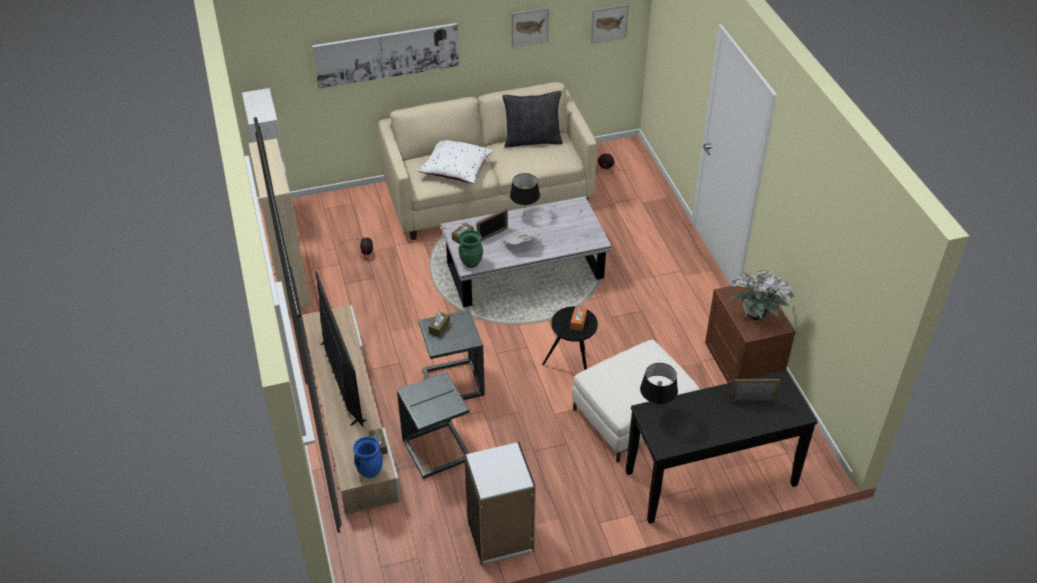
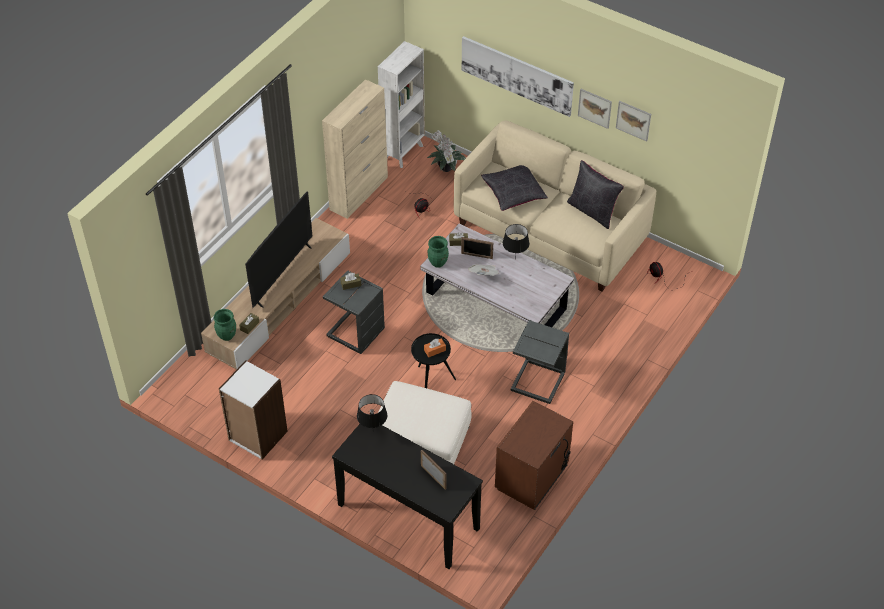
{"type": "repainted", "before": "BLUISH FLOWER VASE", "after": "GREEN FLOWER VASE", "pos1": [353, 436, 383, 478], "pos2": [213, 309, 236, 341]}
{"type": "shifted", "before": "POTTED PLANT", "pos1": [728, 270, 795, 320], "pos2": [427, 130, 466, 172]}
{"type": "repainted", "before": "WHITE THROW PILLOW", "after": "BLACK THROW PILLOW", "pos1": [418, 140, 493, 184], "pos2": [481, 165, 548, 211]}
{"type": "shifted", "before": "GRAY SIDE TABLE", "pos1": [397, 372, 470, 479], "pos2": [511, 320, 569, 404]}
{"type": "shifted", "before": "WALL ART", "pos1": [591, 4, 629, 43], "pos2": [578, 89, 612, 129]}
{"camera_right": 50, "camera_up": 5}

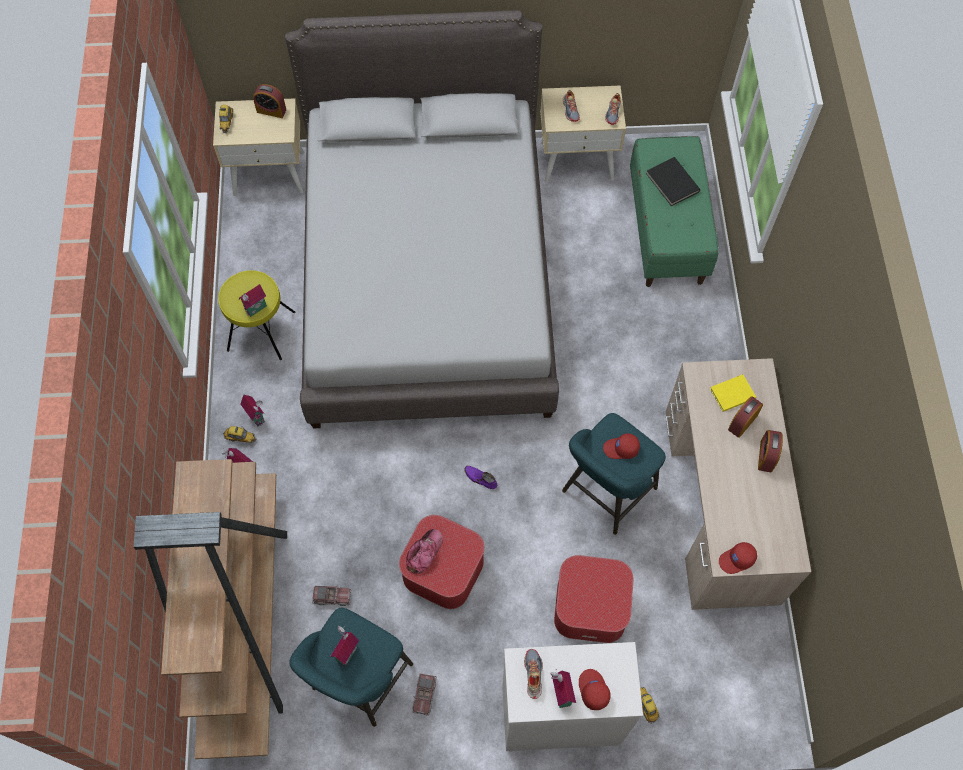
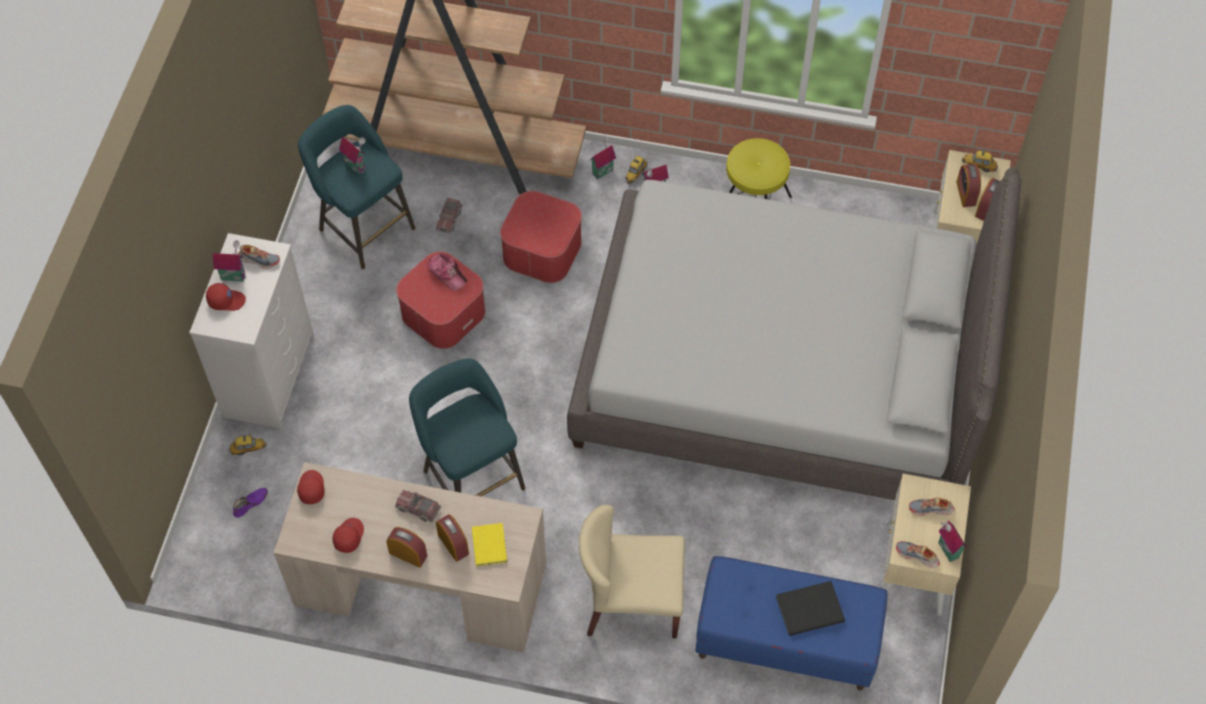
{"type": "shifted", "before": "PURPLISH SHOE", "pos1": [464, 466, 497, 489], "pos2": [233, 488, 268, 518]}
{"type": "shifted", "before": "REDDISH BASEBALL CAP", "pos1": [603, 433, 640, 459], "pos2": [333, 518, 364, 553]}
{"type": "shifted", "before": "TOY TRUCK", "pos1": [412, 673, 437, 716], "pos2": [395, 490, 441, 522]}
{"type": "shifted", "before": "OTTOMAN", "pos1": [554, 555, 634, 643], "pos2": [500, 191, 582, 283]}
{"type": "new", "after": "SAND-COLOURED PLAIN CHAIR", "pos2": [579, 505, 685, 638]}
{"type": "repainted", "before": "GREEN BENCH", "after": "BLUISH BENCH", "pos1": [630, 136, 719, 287], "pos2": [696, 556, 887, 691]}
{"type": "shifted", "before": "MINIATURE HOUSE", "pos1": [239, 284, 267, 317], "pos2": [938, 518, 967, 562]}
{"type": "new", "after": "TABLE CLOCK", "pos2": [956, 164, 981, 207]}
{"camera_right": 105, "camera_up": -5}

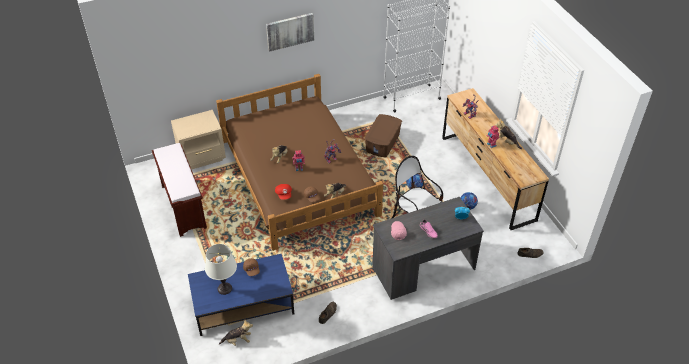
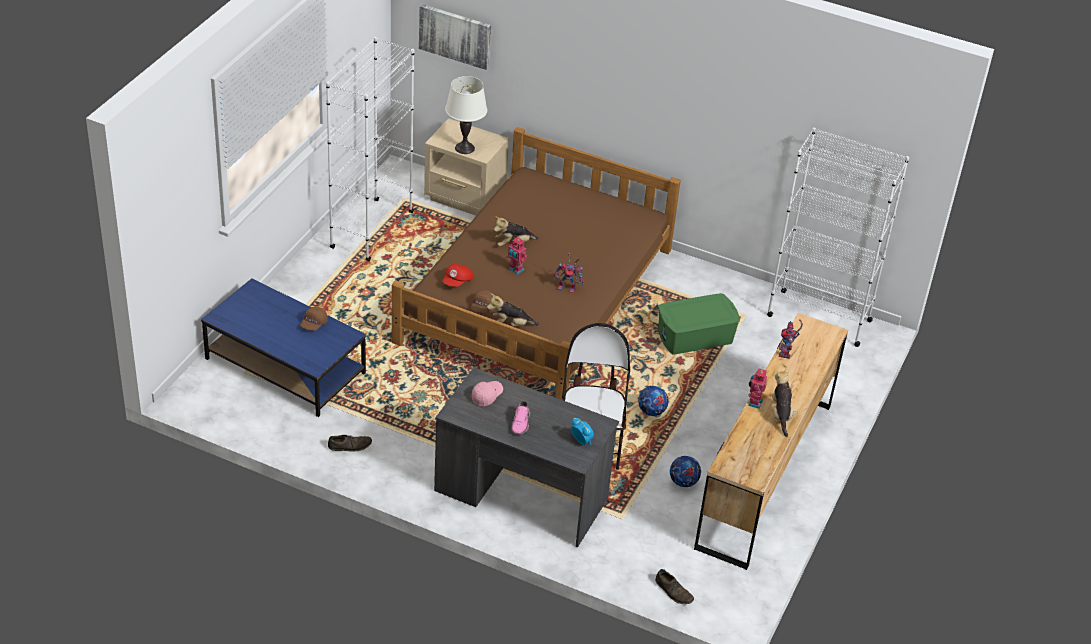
{"type": "swapped", "before": "BROWN-COLOURED BENCH", "after": "WHITE BOOKCASE", "pos1": [152, 143, 207, 237], "pos2": [326, 37, 414, 261]}
{"type": "shifted", "before": "WALL ART", "pos1": [266, 13, 314, 52], "pos2": [419, 4, 491, 70]}
{"type": "shifted", "before": "WHITE TABLE LAMP", "pos1": [205, 244, 237, 295], "pos2": [445, 76, 487, 154]}
{"type": "repainted", "before": "BROWN-COLOURED STORAGE CONTAINER", "after": "GREEN STORAGE CONTAINER", "pos1": [365, 114, 402, 157], "pos2": [659, 293, 740, 355]}
{"type": "gone", "before": "PLUSH TOY", "pos1": [219, 320, 253, 346]}
{"camera_right": 45, "camera_up": -5}

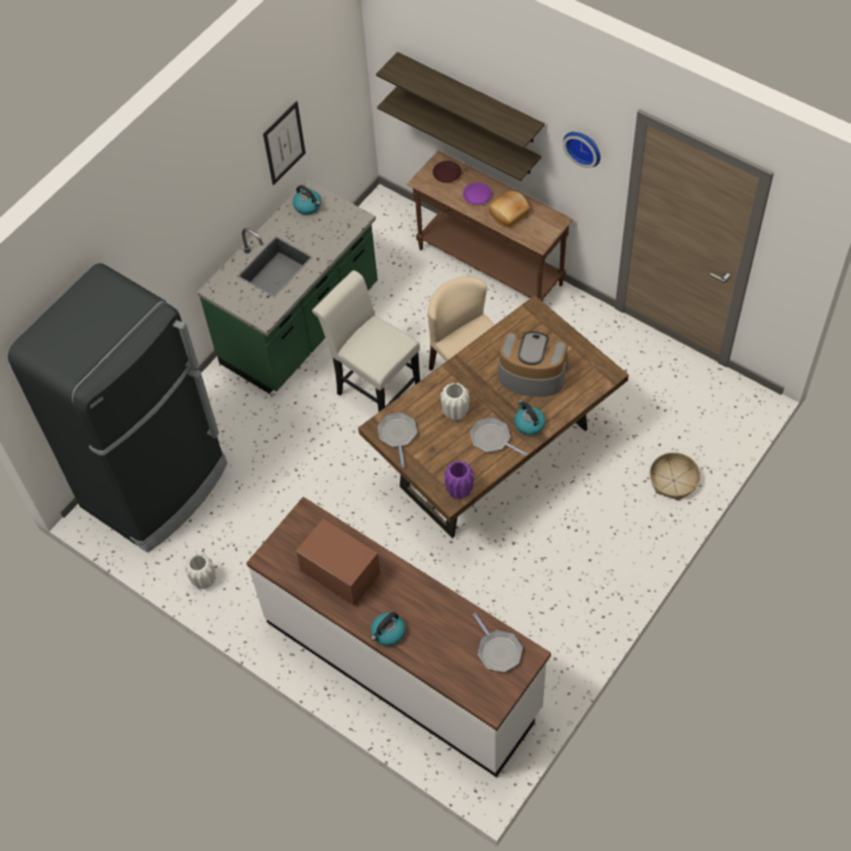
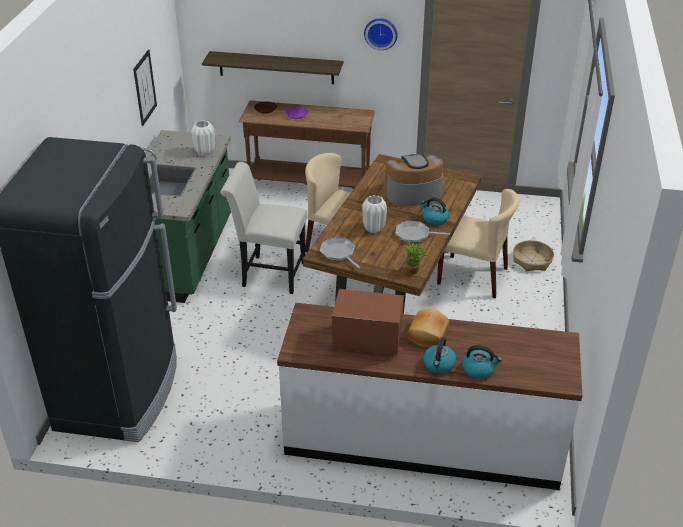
{"type": "shifted", "before": "WHITE FLOWER VASE", "pos1": [185, 554, 216, 589], "pos2": [191, 121, 215, 156]}
{"type": "swapped", "before": "PURPLISH FLOWER VASE", "after": "POTTED PLANT", "pos1": [444, 461, 474, 499], "pos2": [404, 239, 428, 275]}
{"type": "shifted", "before": "BAKERY BREAD", "pos1": [489, 191, 530, 228], "pos2": [408, 309, 449, 348]}
{"type": "new", "after": "SAND-COLOURED PLAIN CHAIR", "pos2": [437, 189, 520, 298]}
{"type": "shifted", "before": "KETTLE", "pos1": [293, 185, 321, 215], "pos2": [462, 345, 502, 379]}
{"type": "gone", "before": "BRACKET SHELF", "pos1": [376, 52, 545, 149]}
{"type": "gone", "before": "PAN", "pos1": [473, 613, 523, 672]}
{"camera_right": -30, "camera_up": -20}

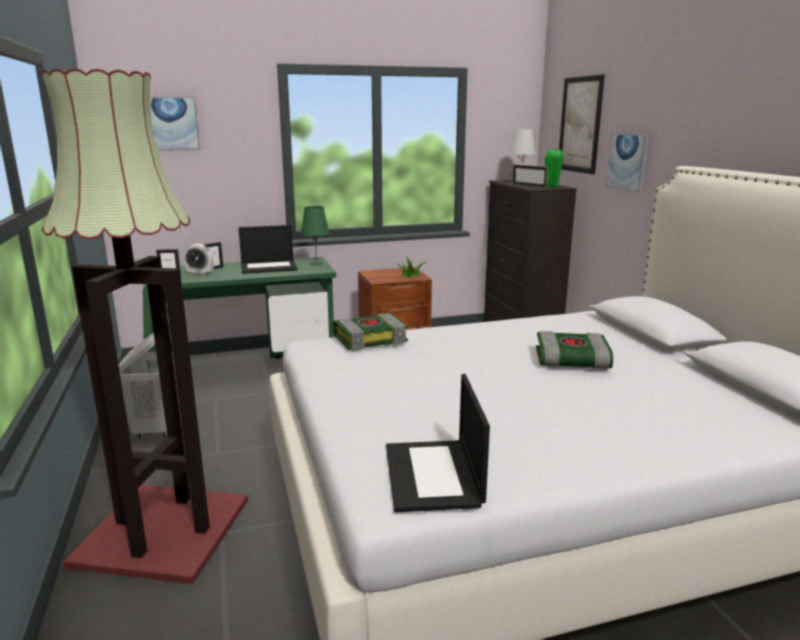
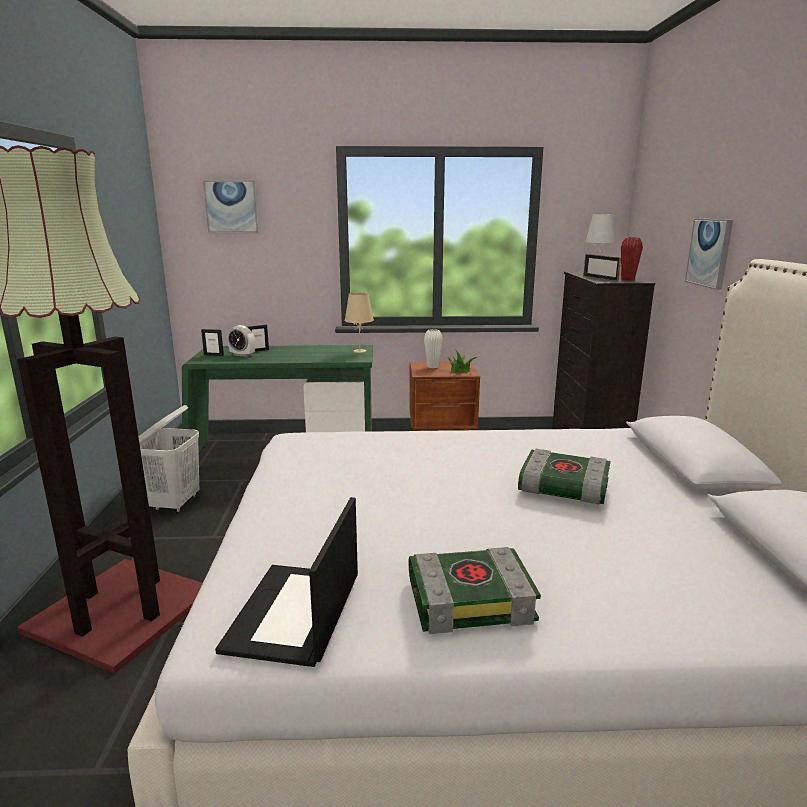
{"type": "repainted", "before": "GREEN TABLE LAMP", "after": "SAND-COLOURED TABLE LAMP", "pos1": [301, 206, 329, 265], "pos2": [344, 292, 374, 353]}
{"type": "shifted", "before": "BOOK", "pos1": [333, 313, 408, 351], "pos2": [409, 547, 541, 634]}
{"type": "new", "after": "WHITE FLOWER VASE", "pos2": [424, 329, 443, 368]}
{"type": "repainted", "before": "GREEN FLOWER VASE", "after": "REDDISH FLOWER VASE", "pos1": [545, 149, 563, 187], "pos2": [621, 237, 643, 280]}
{"type": "gone", "before": "PORTABLE COMPUTER", "pos1": [239, 225, 298, 274]}
{"type": "gone", "before": "WALL ART", "pos1": [559, 74, 605, 174]}
{"camera_right": 15, "camera_up": 0}

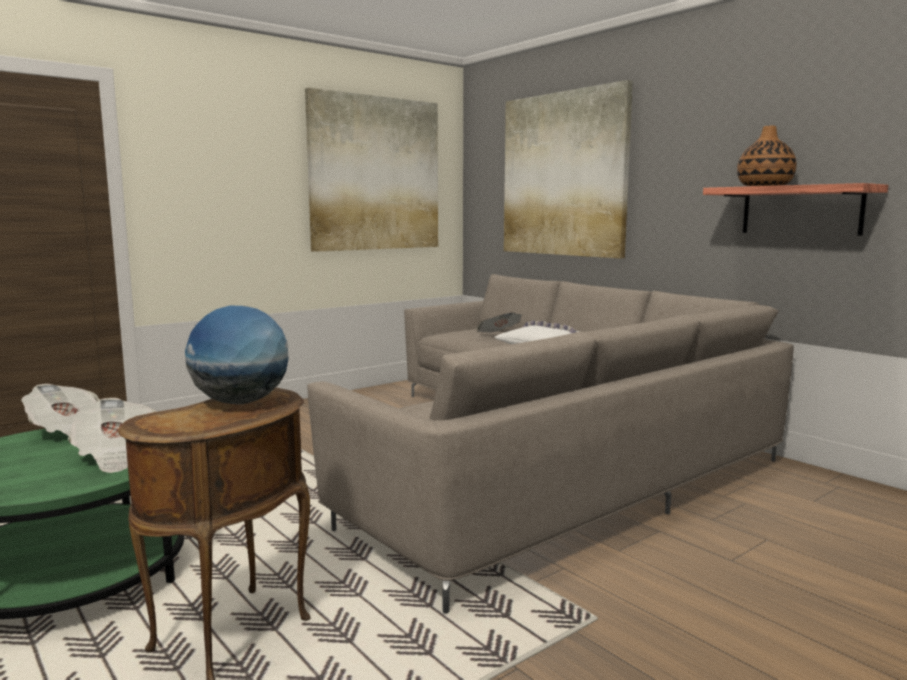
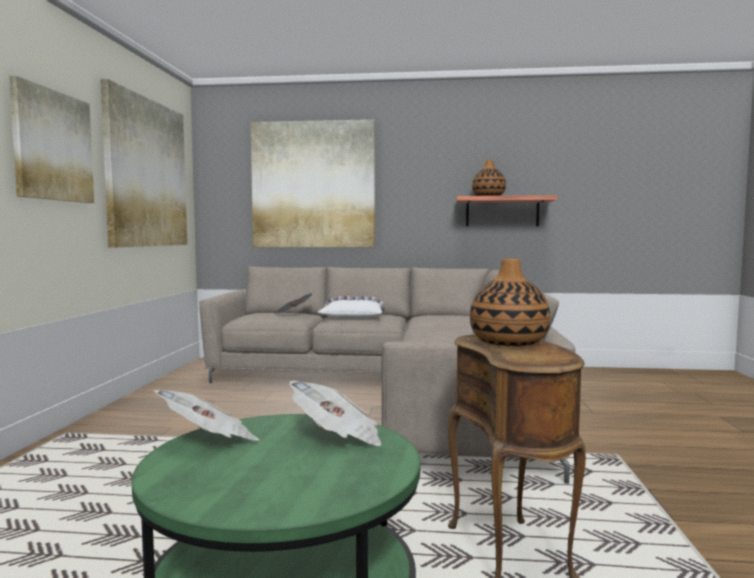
{"type": "new", "after": "WALL ART", "pos2": [9, 76, 94, 203]}
{"type": "swapped", "before": "GLOBE", "after": "FLOWER VASE", "pos1": [185, 306, 289, 405], "pos2": [470, 259, 550, 346]}
{"camera_right": -45, "camera_up": -5}

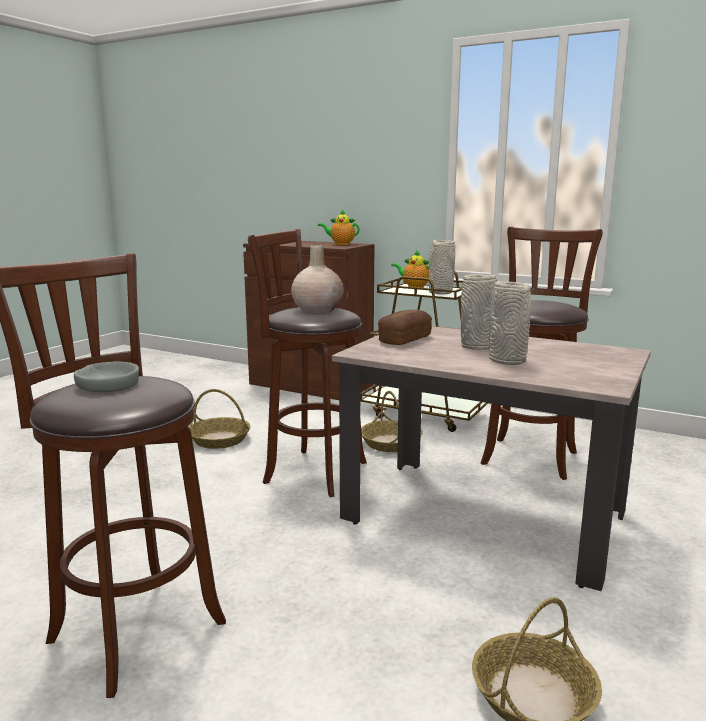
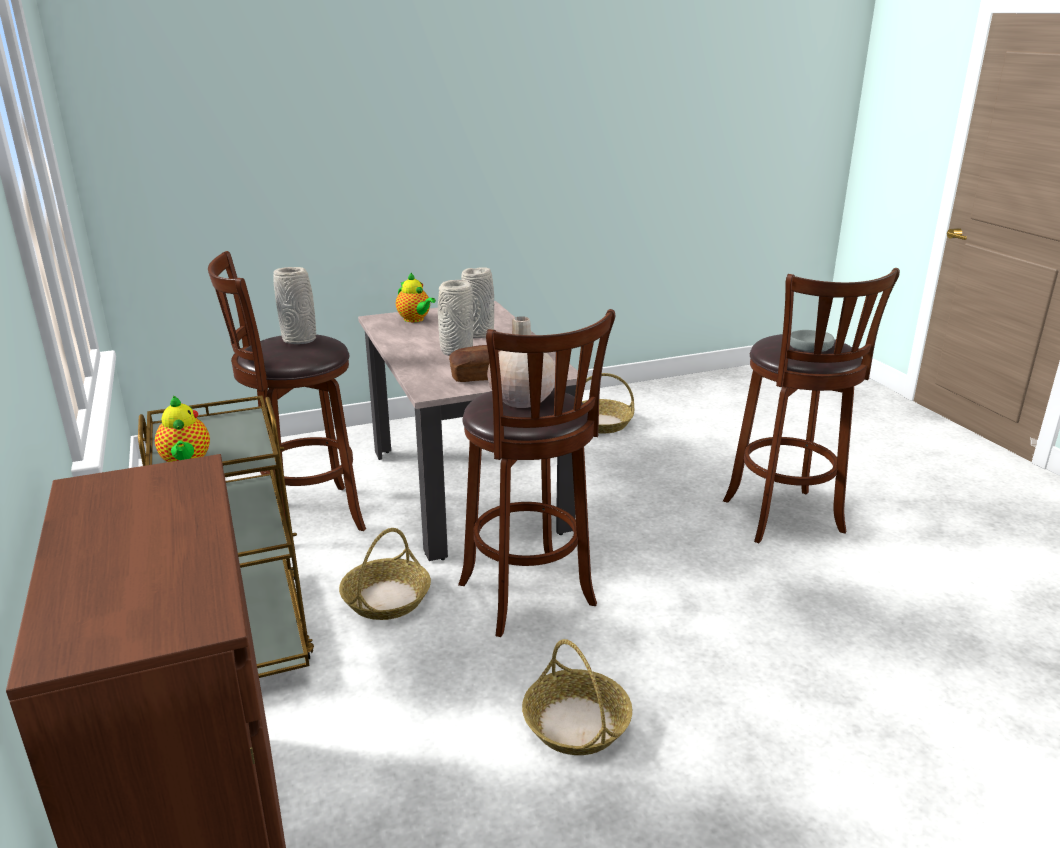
{"type": "shifted", "before": "GRAY FLOWER VASE", "pos1": [429, 240, 456, 295], "pos2": [273, 267, 316, 344]}
{"type": "shifted", "before": "POT FOR TEA", "pos1": [318, 210, 360, 245], "pos2": [396, 272, 436, 322]}
{"camera_right": -140, "camera_up": 10}

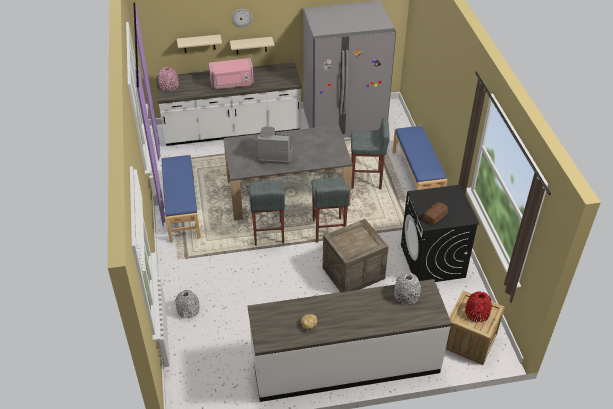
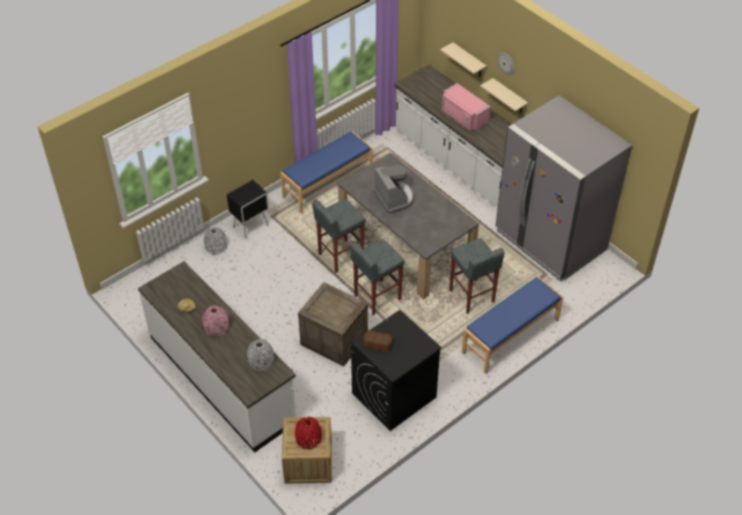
{"type": "shifted", "before": "PINKISH FLOWER VASE", "pos1": [158, 67, 179, 91], "pos2": [202, 305, 229, 337]}
{"type": "new", "after": "BLACK NIGHTSTAND", "pos2": [227, 180, 269, 239]}
{"camera_right": 60, "camera_up": 5}

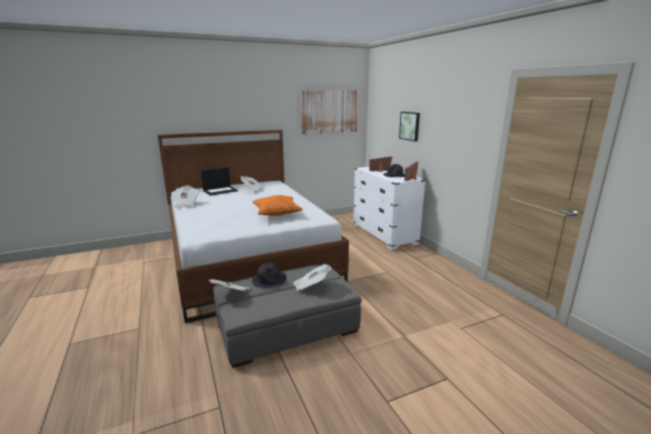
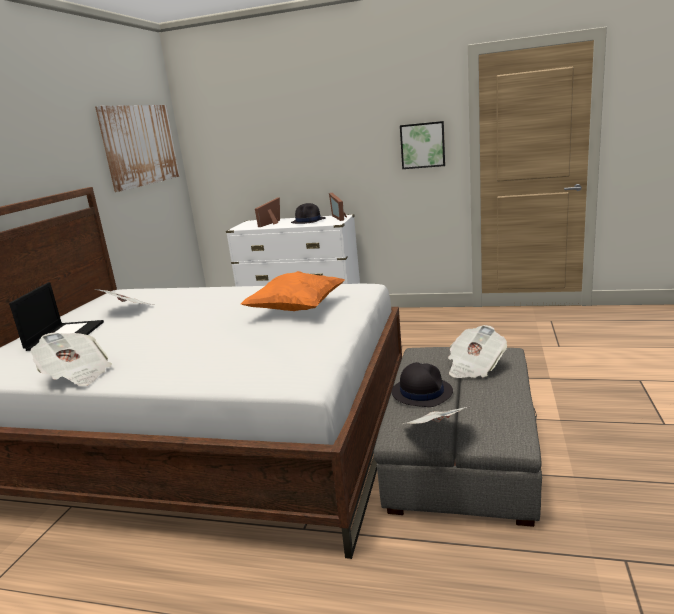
{"type": "shifted", "before": "WALL ART", "pos1": [399, 112, 420, 141], "pos2": [400, 121, 445, 169]}
{"camera_right": -50, "camera_up": 0}

